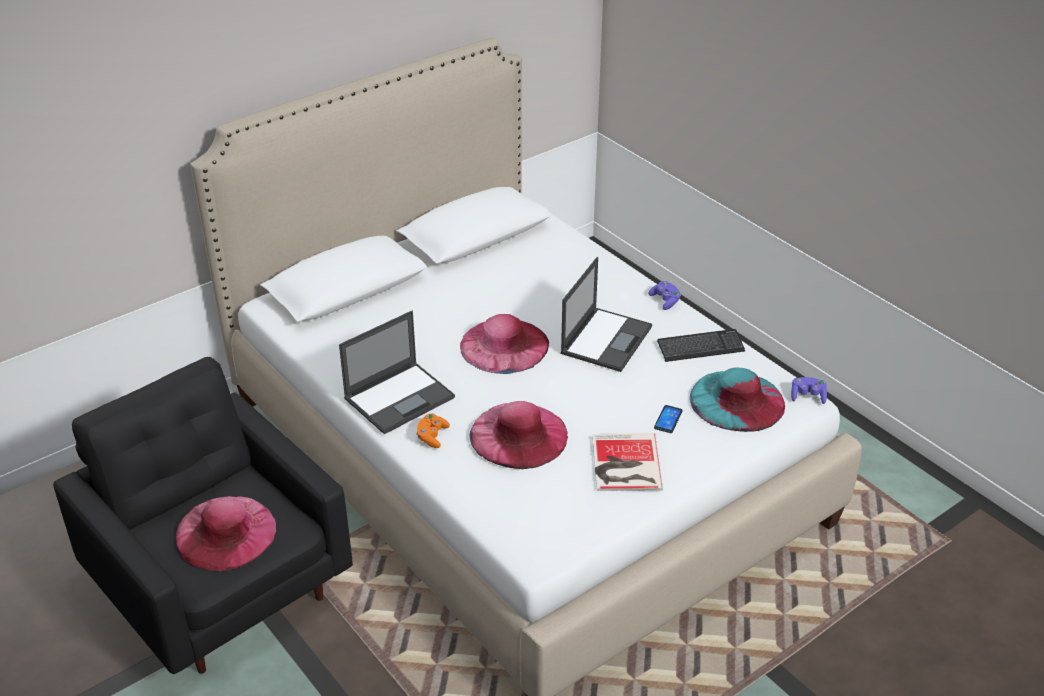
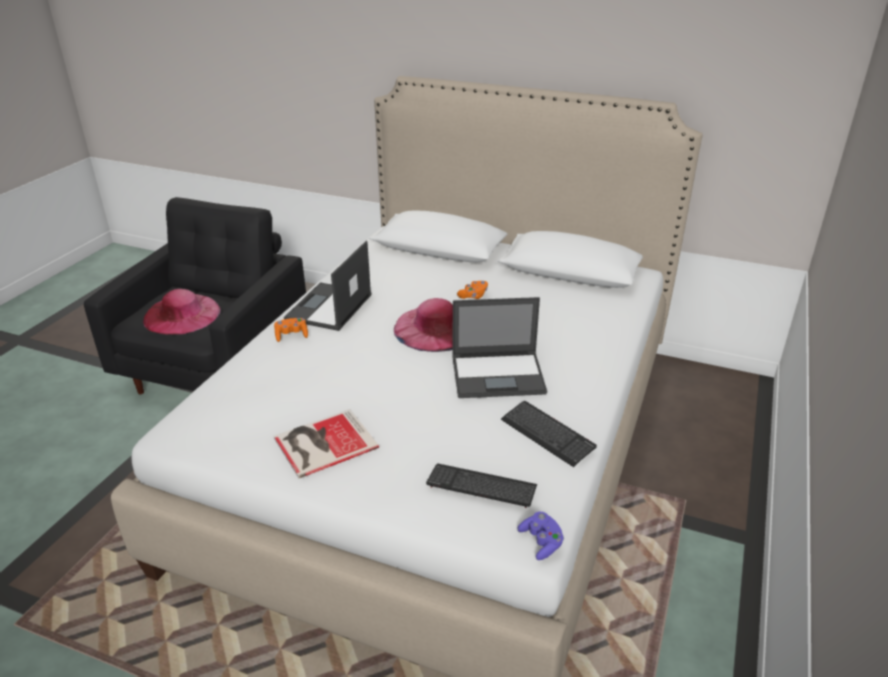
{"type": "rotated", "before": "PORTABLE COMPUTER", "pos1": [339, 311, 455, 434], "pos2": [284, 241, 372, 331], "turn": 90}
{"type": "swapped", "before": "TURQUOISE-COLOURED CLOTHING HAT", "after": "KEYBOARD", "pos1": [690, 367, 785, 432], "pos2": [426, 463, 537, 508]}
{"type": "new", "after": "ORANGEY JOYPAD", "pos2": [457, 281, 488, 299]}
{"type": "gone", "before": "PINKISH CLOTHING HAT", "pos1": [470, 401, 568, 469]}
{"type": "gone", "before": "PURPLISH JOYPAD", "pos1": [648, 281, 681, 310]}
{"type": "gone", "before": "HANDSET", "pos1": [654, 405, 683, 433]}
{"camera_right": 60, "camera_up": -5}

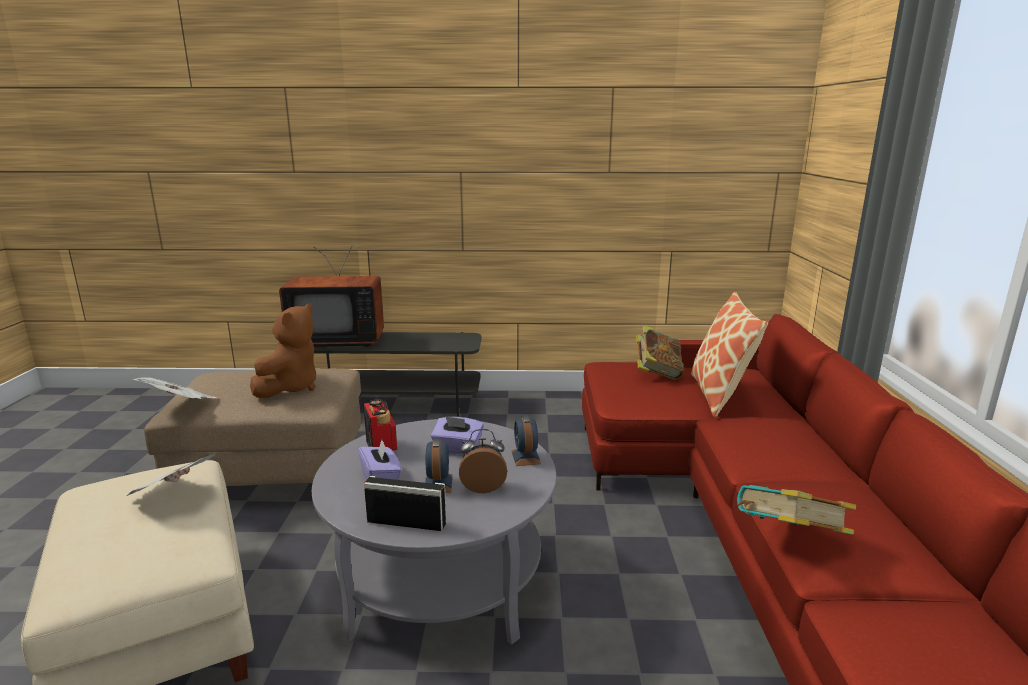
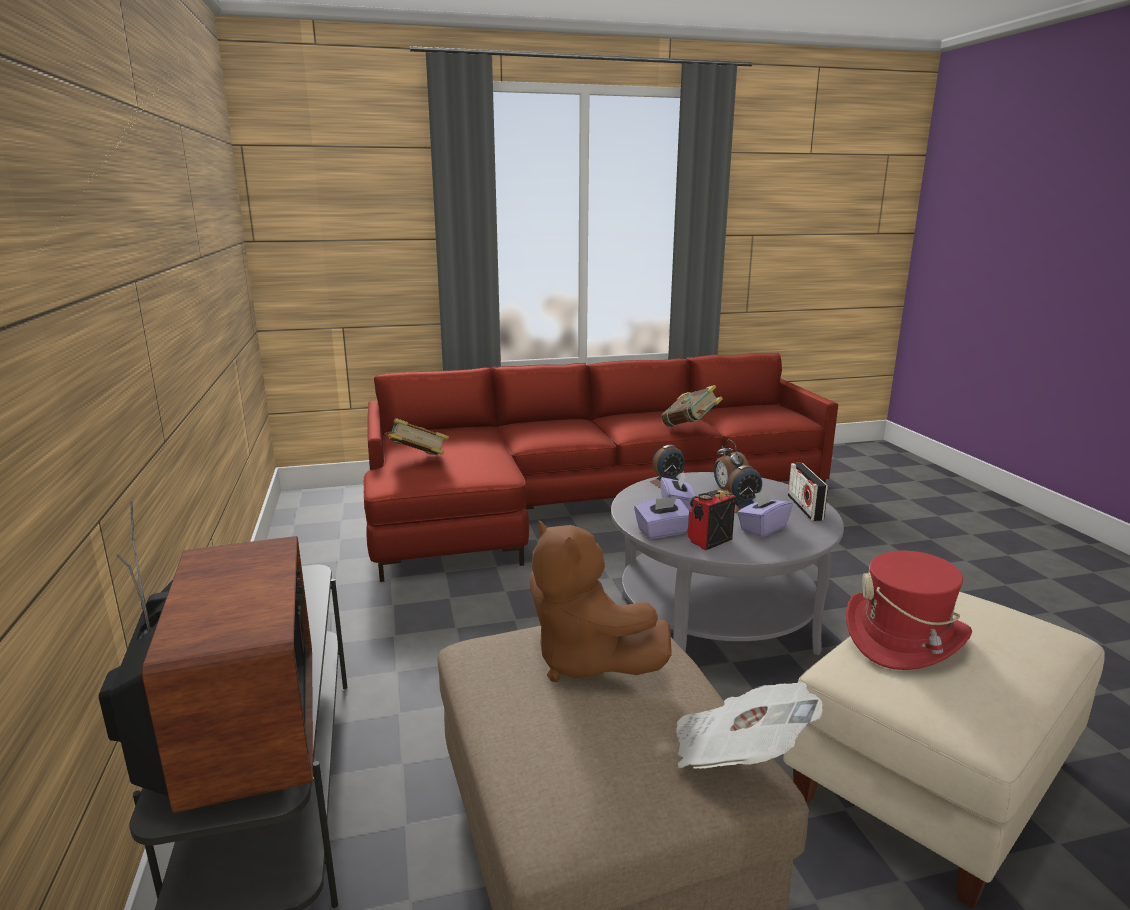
{"type": "rotated", "before": "BROWN-COLOURED PLUSH TOY", "pos1": [250, 303, 316, 398], "pos2": [529, 520, 672, 682], "turn": -135}
{"type": "new", "after": "PURPLISH TISSUE BOX", "pos2": [634, 497, 689, 539]}
{"type": "swapped", "before": "PRINTED PAPER", "after": "REDDISH CLOTHING HAT", "pos1": [127, 453, 216, 496], "pos2": [846, 551, 972, 670]}
{"type": "gone", "before": "THROW PILLOW", "pos1": [691, 292, 768, 417]}
{"camera_right": -105, "camera_up": 0}

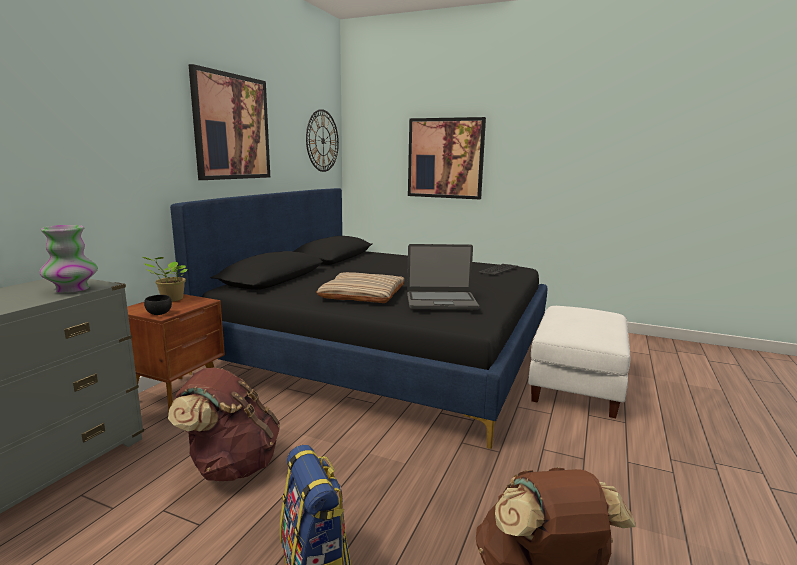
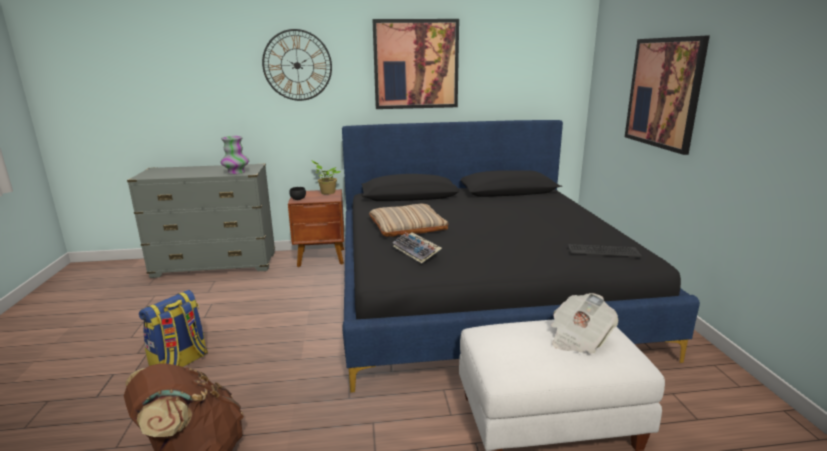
{"type": "shifted", "before": "HANGING CLOCK", "pos1": [306, 109, 339, 172], "pos2": [262, 29, 332, 101]}
{"type": "swapped", "before": "PORTABLE COMPUTER", "after": "KEYBOARD", "pos1": [407, 244, 479, 310], "pos2": [392, 232, 442, 263]}
{"type": "new", "after": "PRINTED PAPER", "pos2": [551, 293, 618, 354]}
{"type": "gone", "before": "BROWN-COLOURED RUCKSACK", "pos1": [168, 367, 280, 481]}
{"camera_right": 60, "camera_up": 5}

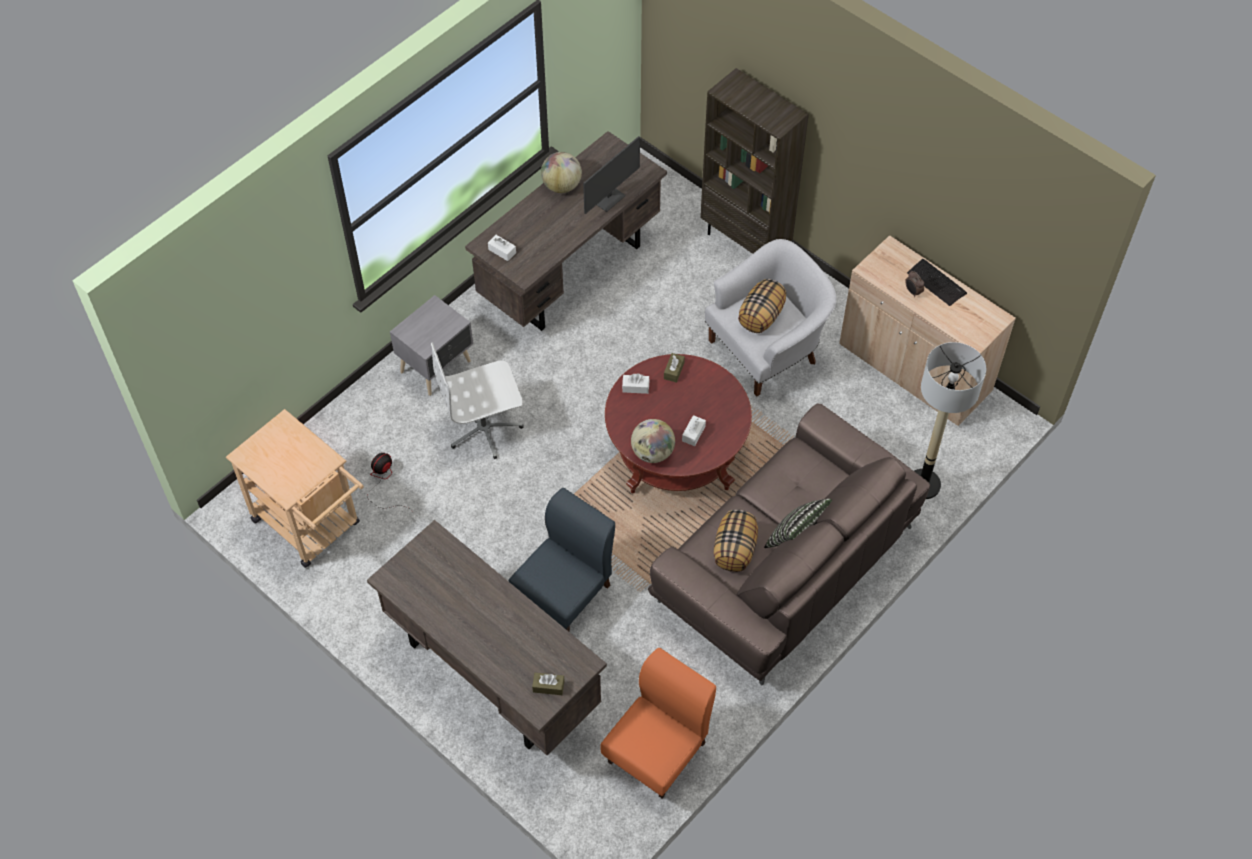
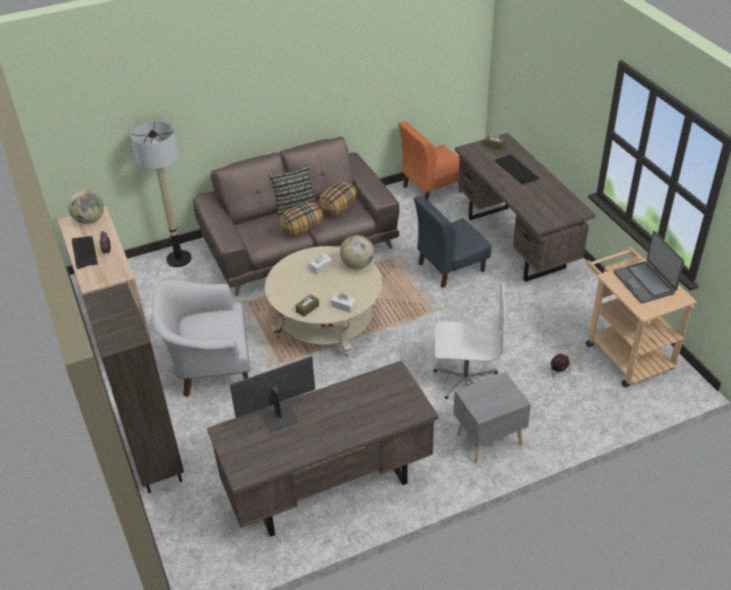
{"type": "shifted", "before": "GLOBE", "pos1": [541, 152, 582, 193], "pos2": [68, 189, 104, 224]}
{"type": "repainted", "before": "REDDISH LOW TABLE", "after": "SAND-COLOURED LOW TABLE", "pos1": [605, 354, 752, 494], "pos2": [265, 246, 382, 357]}
{"type": "shifted", "before": "THROW PILLOW", "pos1": [738, 279, 786, 333], "pos2": [279, 202, 323, 236]}
{"type": "new", "after": "KEYBOARD", "pos2": [494, 155, 540, 185]}
{"type": "new", "after": "PORTABLE COMPUTER", "pos2": [613, 231, 684, 303]}
{"type": "gone", "before": "WHITE TISSUE BOX", "pos1": [488, 235, 516, 261]}
{"camera_right": -155, "camera_up": -15}

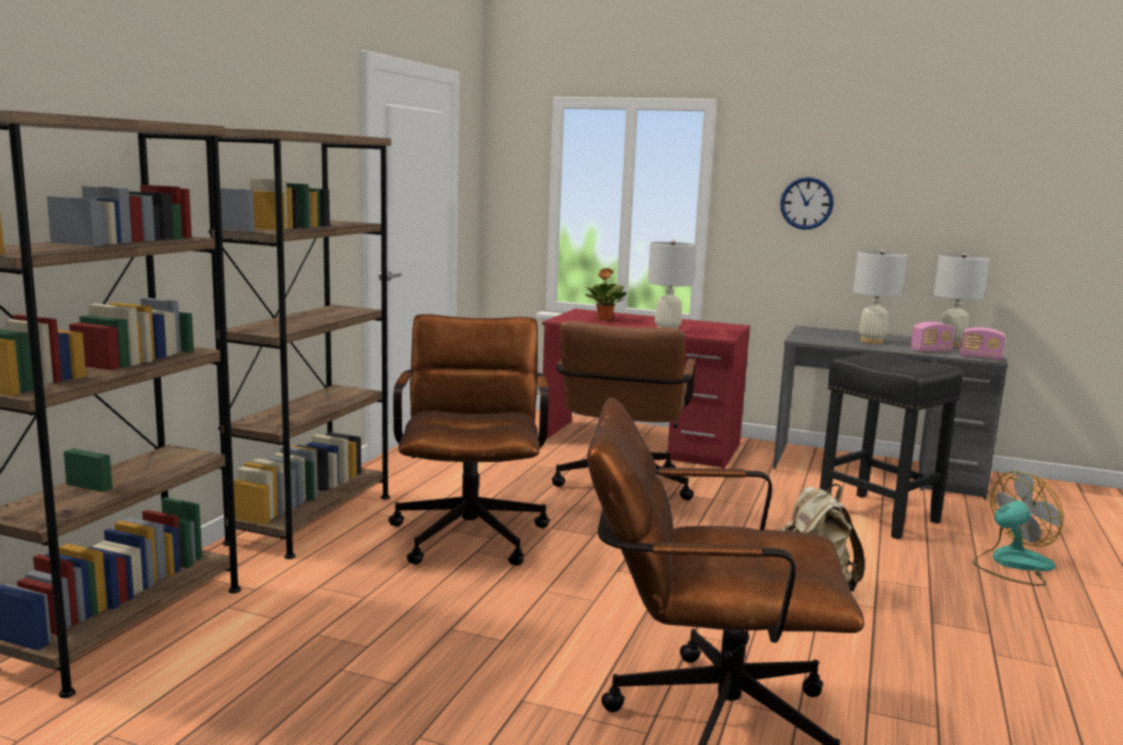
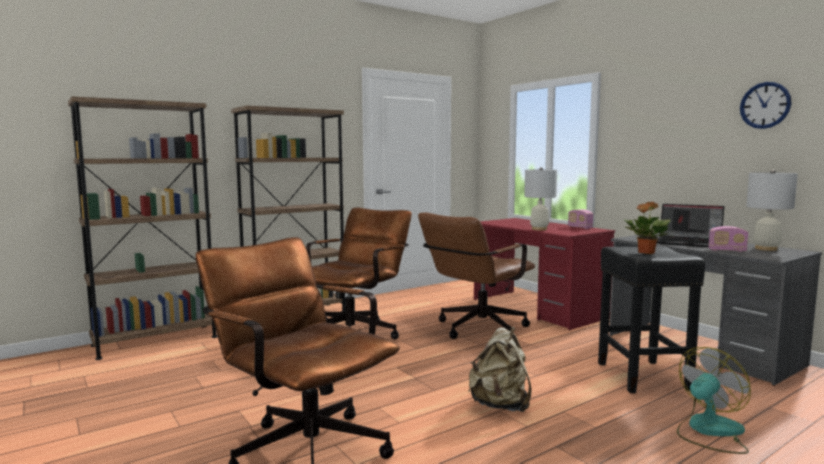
{"type": "shifted", "before": "RADIO RECEIVER", "pos1": [960, 327, 1005, 360], "pos2": [568, 209, 593, 229]}
{"type": "shifted", "before": "POTTED PLANT", "pos1": [585, 268, 626, 321], "pos2": [624, 202, 670, 254]}
{"type": "swapped", "before": "WHITE TABLE LAMP", "after": "PORTABLE COMPUTER", "pos1": [853, 249, 907, 344], "pos2": [657, 204, 724, 247]}
{"type": "rotated", "before": "COOLING FAN", "pos1": [973, 471, 1063, 586], "pos2": [677, 347, 751, 454], "turn": -45}
{"type": "shifted", "before": "HANGING CLOCK", "pos1": [780, 177, 834, 230], "pos2": [740, 82, 792, 129]}
{"camera_right": 35, "camera_up": -5}

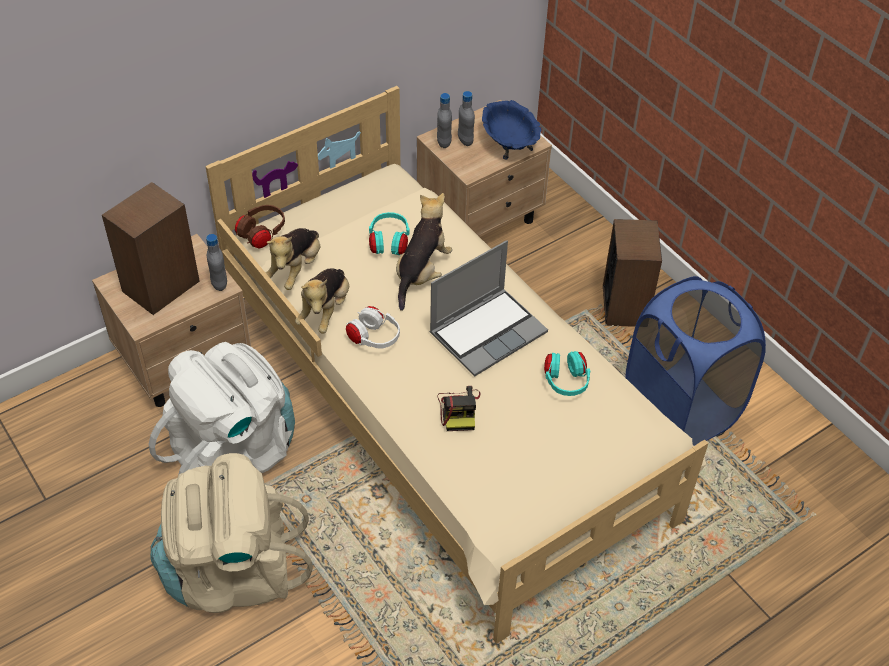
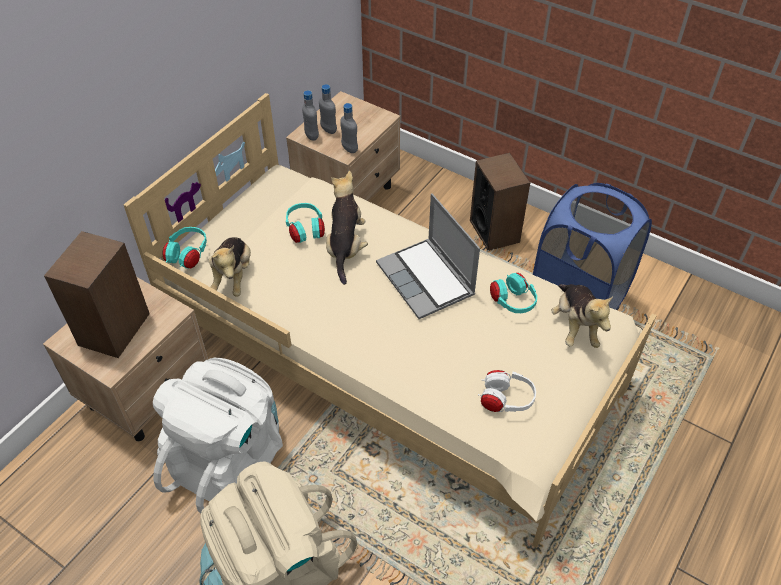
{"type": "repainted", "before": "BROWN-COLOURED PAIR OF HEADPHONES", "after": "TURQUOISE-COLOURED PAIR OF HEADPHONES", "pos1": [235, 205, 285, 248], "pos2": [162, 227, 207, 268]}
{"type": "shifted", "before": "GRAY BEVERAGE BOTTLE", "pos1": [206, 234, 227, 291], "pos2": [340, 103, 358, 153]}
{"type": "rotated", "before": "PORTABLE COMPUTER", "pos1": [430, 240, 548, 377], "pos2": [376, 193, 480, 319], "turn": 120}
{"type": "shifted", "before": "WHITE PAIR OF HEADPHONES", "pos1": [346, 306, 400, 348], "pos2": [478, 370, 536, 412]}
{"type": "shifted", "before": "PLUSH TOY", "pos1": [295, 269, 349, 334], "pos2": [551, 284, 613, 348]}
{"type": "gone", "before": "PHOTO CAMERA", "pos1": [438, 386, 480, 431]}
{"type": "gone", "before": "BLUISH SERVING BOWL", "pos1": [482, 100, 541, 160]}
{"camera_right": -20, "camera_up": 0}

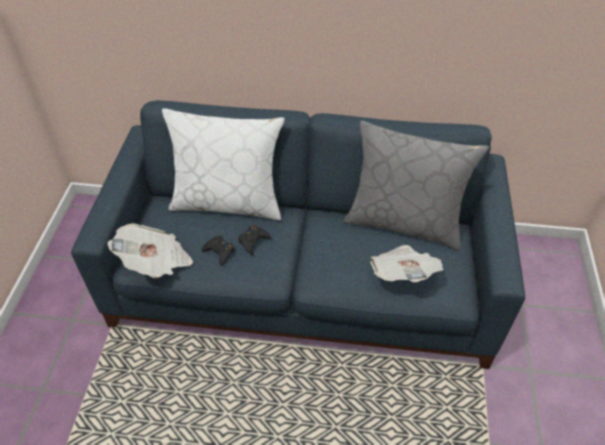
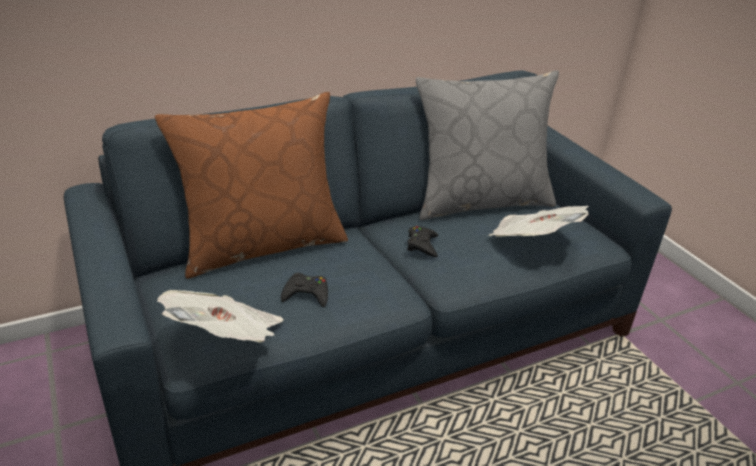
{"type": "repainted", "before": "WHITE THROW PILLOW", "after": "BROWN-COLOURED THROW PILLOW", "pos1": [162, 108, 285, 221], "pos2": [155, 92, 348, 279]}
{"type": "shifted", "before": "BLACK JOYPAD", "pos1": [238, 226, 271, 255], "pos2": [407, 226, 438, 257]}
{"camera_right": -35, "camera_up": -15}

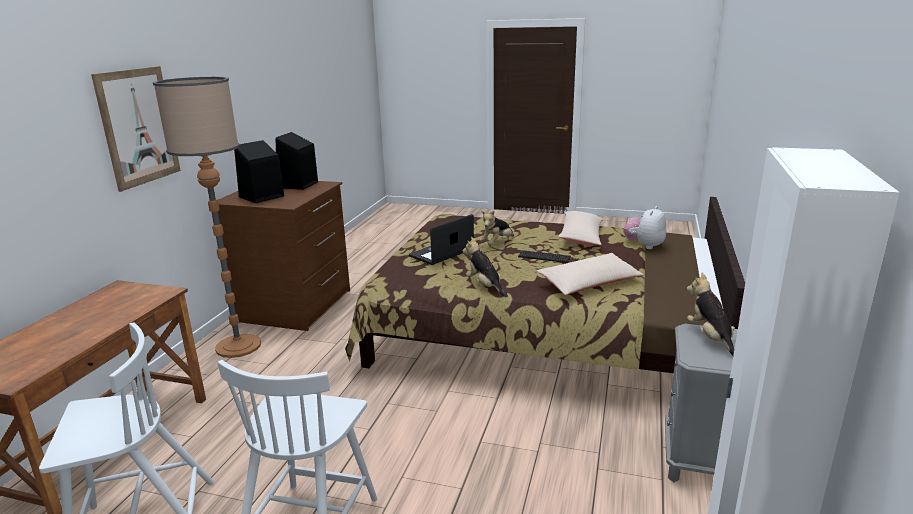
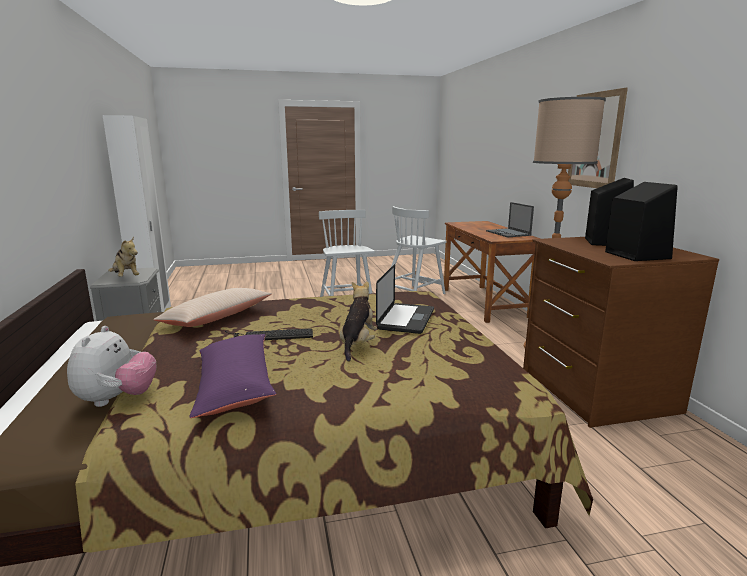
{"type": "repainted", "before": "SAND-COLOURED THROW PILLOW", "after": "PURPLISH THROW PILLOW", "pos1": [558, 211, 603, 246], "pos2": [189, 334, 276, 418]}
{"type": "new", "after": "PORTABLE COMPUTER", "pos2": [486, 202, 534, 237]}
{"type": "gone", "before": "PLUSH TOY", "pos1": [462, 237, 508, 297]}
{"camera_right": 150, "camera_up": -5}

